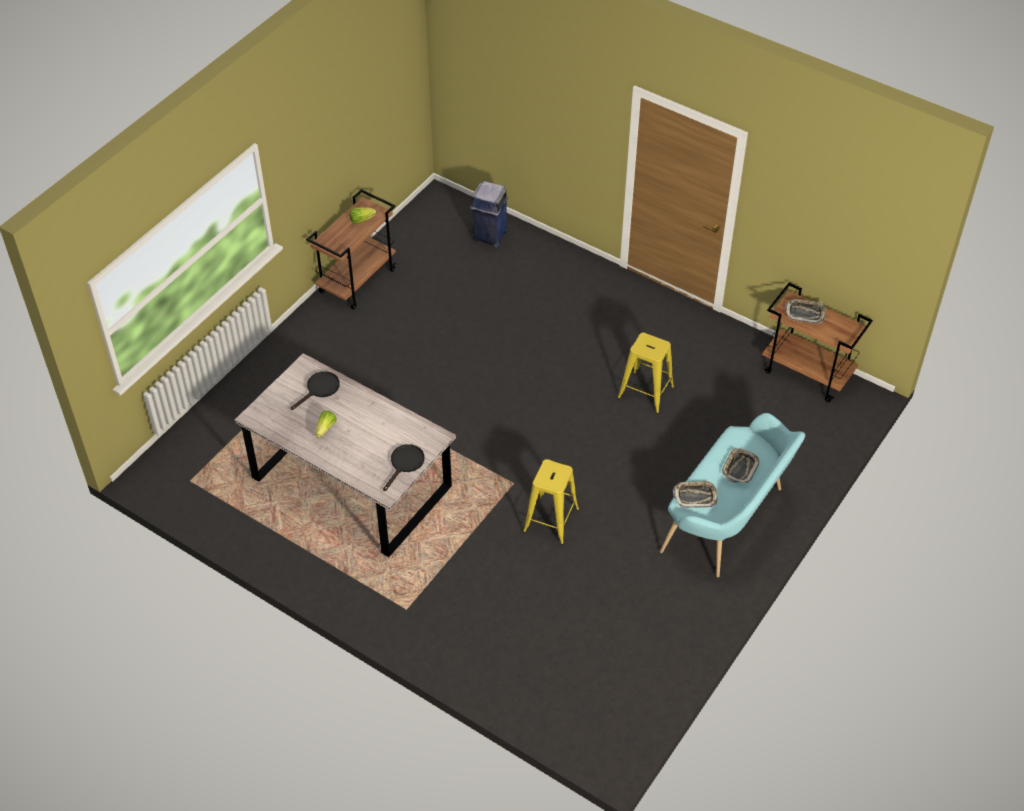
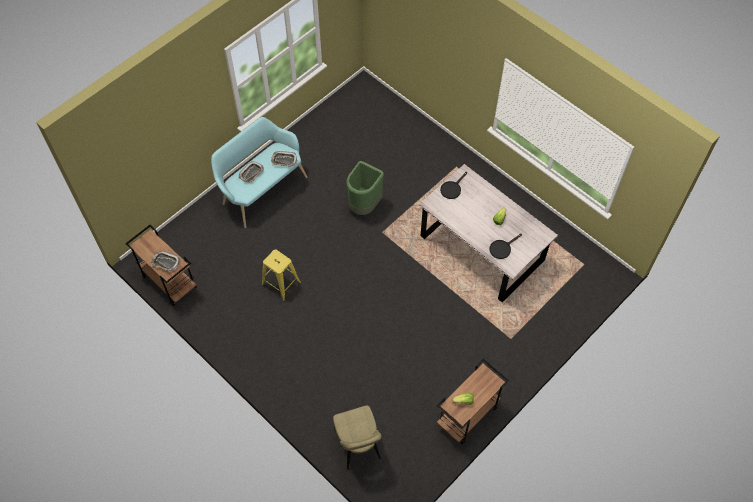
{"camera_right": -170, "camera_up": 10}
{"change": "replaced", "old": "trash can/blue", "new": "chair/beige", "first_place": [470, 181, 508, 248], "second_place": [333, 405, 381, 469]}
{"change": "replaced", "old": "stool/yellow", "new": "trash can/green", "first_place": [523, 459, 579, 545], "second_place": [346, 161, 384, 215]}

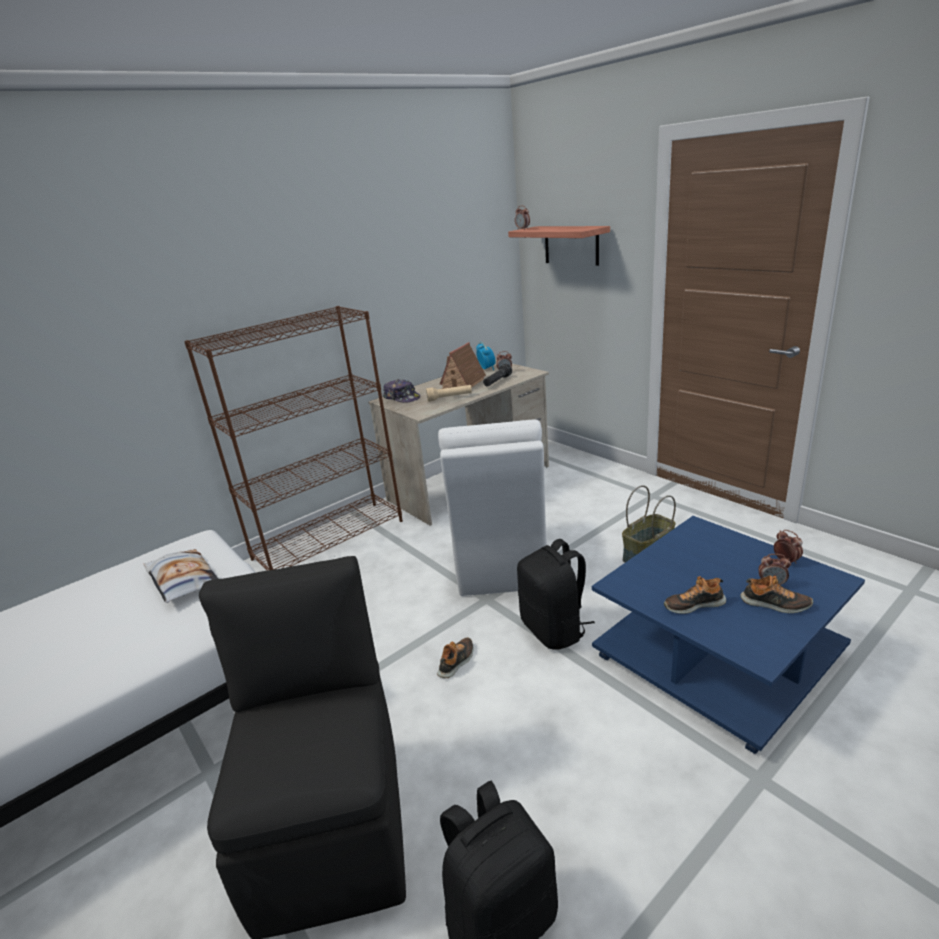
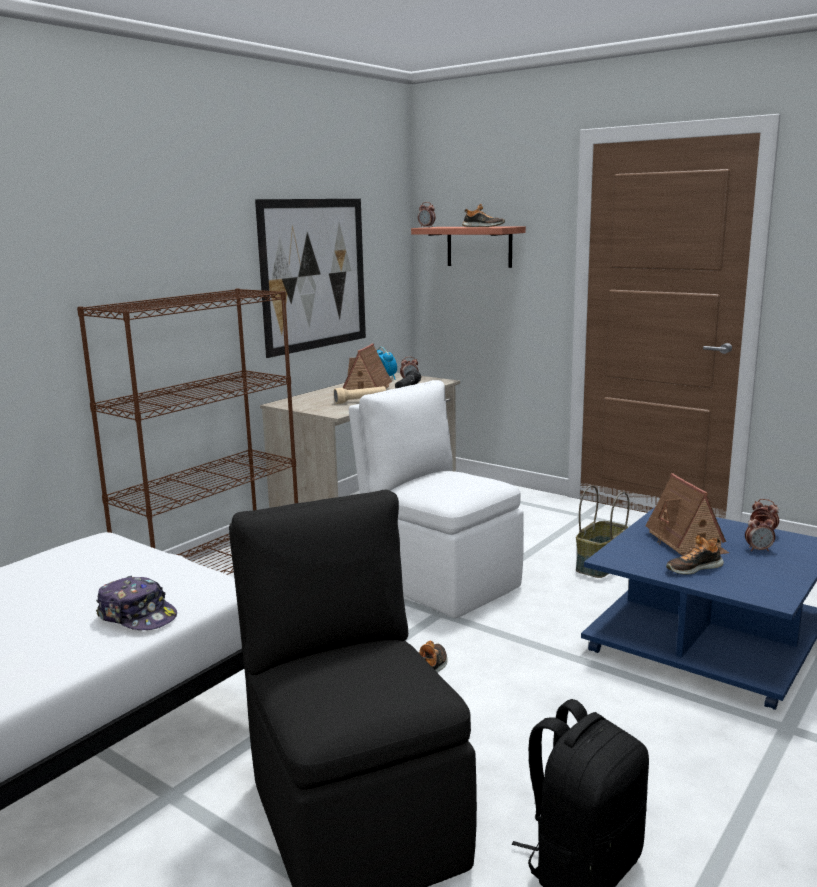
{"camera_right": -15, "camera_up": -10}
{"change": "moved", "old": "cap", "first_place": [383, 379, 420, 403], "second_place": [96, 576, 177, 630]}
{"change": "turned", "old": "chair/white", "first_place": [438, 419, 547, 596], "second_place": [349, 380, 524, 619], "degrees": 150}
{"change": "removed", "old": "backpack/black", "first_place": [517, 539, 595, 650]}
{"change": "removed", "old": "pillow", "first_place": [143, 549, 218, 603]}
{"change": "moved", "old": "shoe", "first_place": [740, 575, 813, 613], "second_place": [462, 204, 505, 227]}
{"change": "added", "new": "picture", "second_place": [255, 199, 366, 358]}
{"change": "added", "new": "toy house", "second_place": [645, 473, 729, 556]}

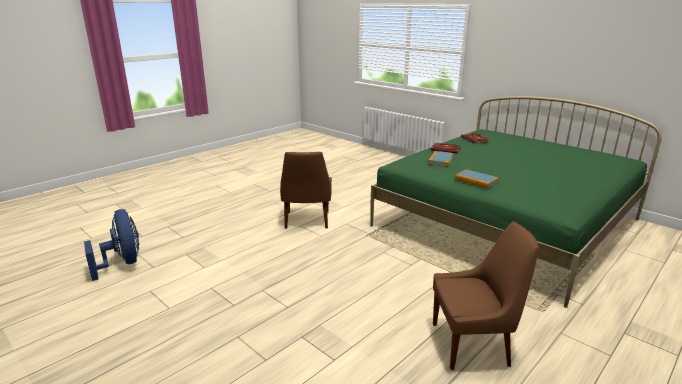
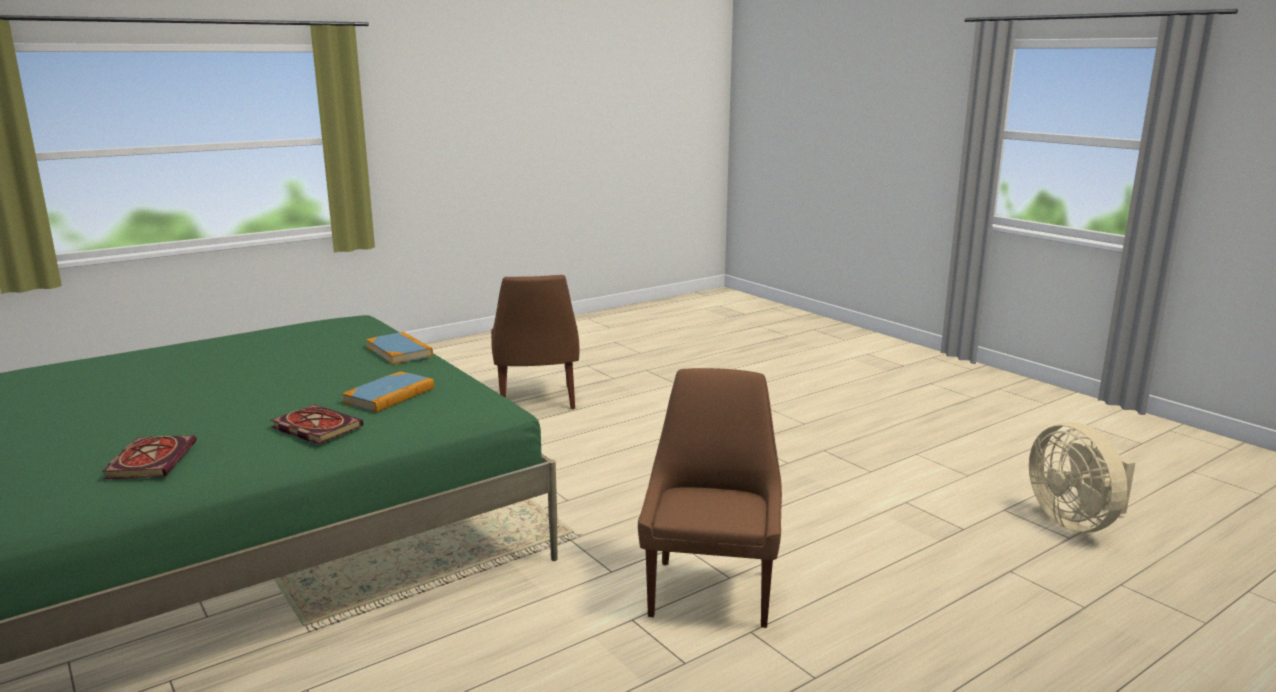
{"camera_right": -170, "camera_up": -5}
{"change": "recoloured", "old": "fan/blue", "new": "fan/beige", "first_place": [84, 209, 139, 281], "second_place": [1029, 422, 1135, 533]}
{"change": "turned", "old": "chair/brown", "first_place": [433, 222, 539, 370], "second_place": [491, 275, 579, 409], "degrees": -105}

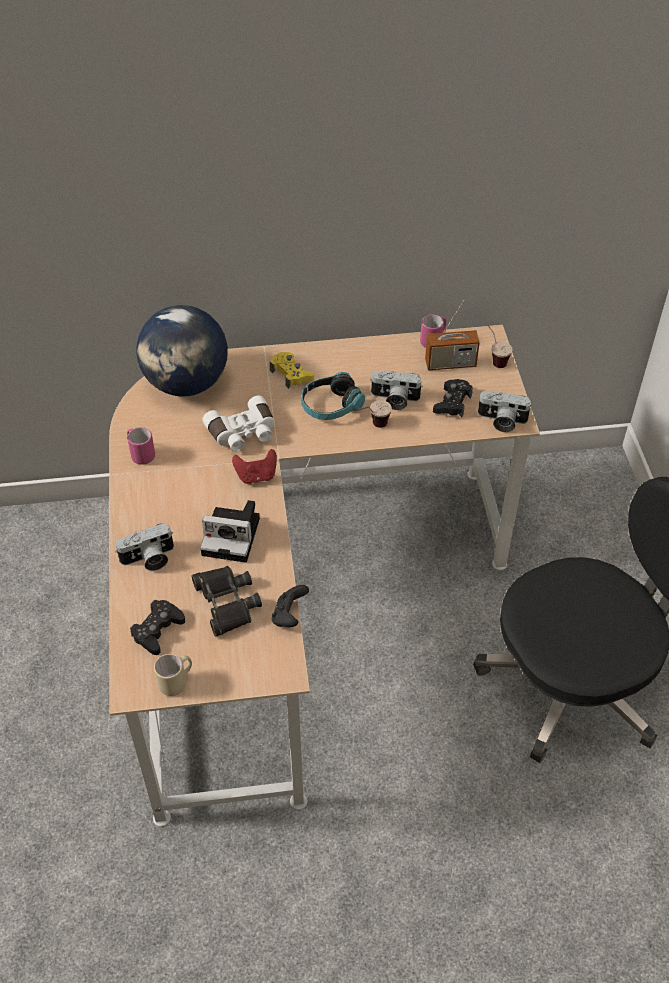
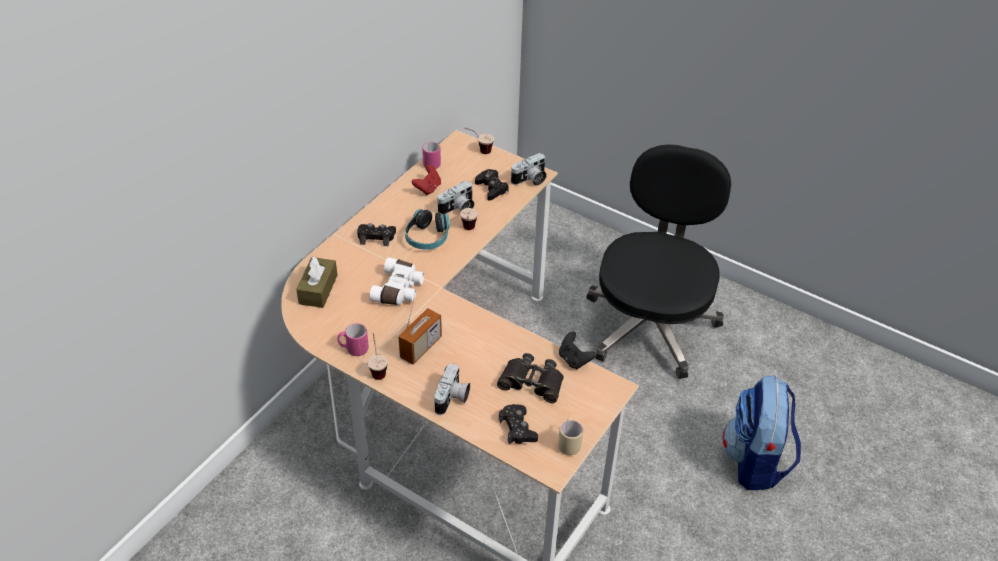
{"camera_right": -50, "camera_up": -5}
{"change": "moved", "old": "radio", "first_place": [425, 300, 480, 370], "second_place": [398, 290, 442, 365]}
{"change": "replaced", "old": "globe", "new": "tissue box/brown", "first_place": [136, 305, 228, 396], "second_place": [296, 256, 337, 308]}
{"change": "recoloured", "old": "game controller/yellow", "new": "game controller/black", "first_place": [270, 352, 314, 389], "second_place": [357, 223, 396, 246]}
{"change": "moved", "old": "game controller/red", "first_place": [232, 449, 277, 484], "second_place": [412, 165, 441, 195]}
{"change": "removed", "old": "photo camera", "first_place": [200, 500, 260, 563]}
{"change": "added", "new": "cup", "second_place": [368, 333, 388, 380]}
{"change": "added", "new": "backpack", "second_place": [723, 376, 801, 490]}

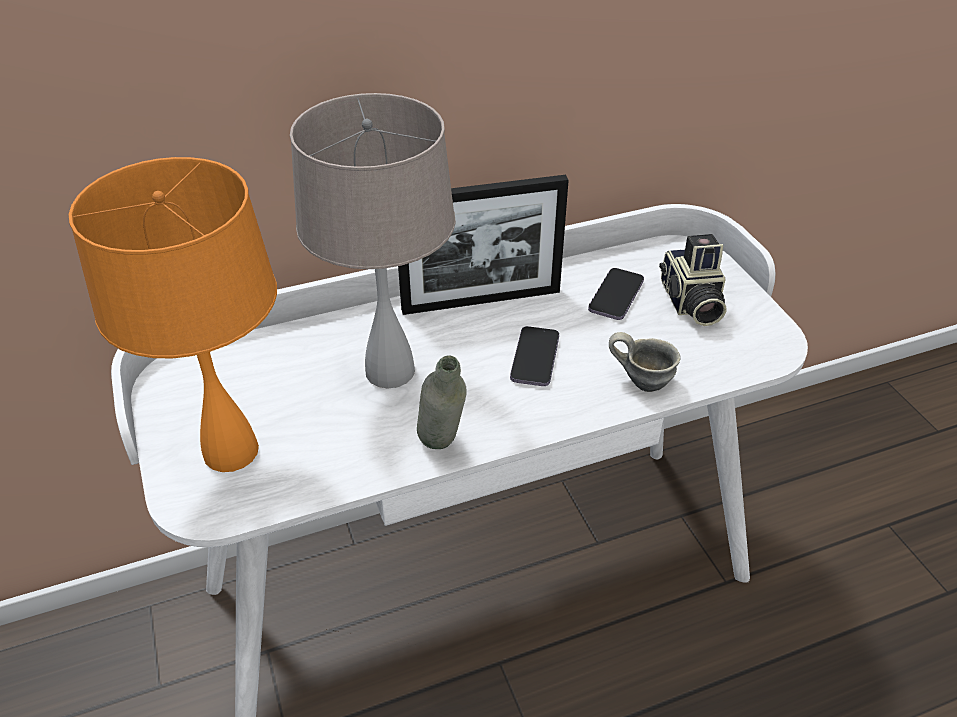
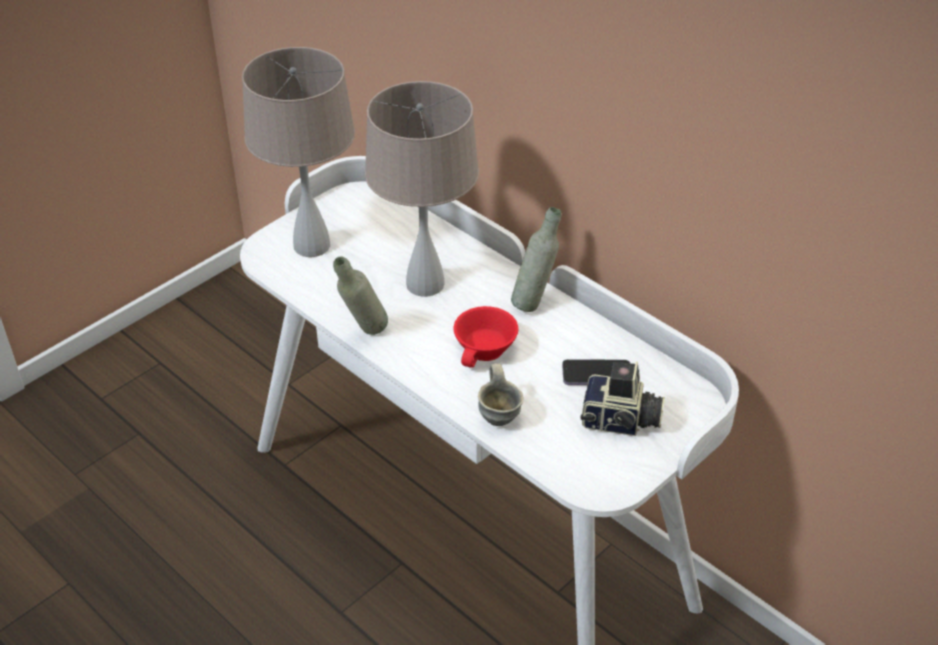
{"camera_right": 65, "camera_up": 0}
{"change": "recoloured", "old": "table lamp/orange", "new": "table lamp/beige", "first_place": [69, 157, 277, 472], "second_place": [242, 47, 355, 257]}
{"change": "replaced", "old": "picture frame", "new": "bottle/grey", "first_place": [398, 175, 569, 315], "second_place": [511, 207, 561, 312]}
{"change": "turned", "old": "photo camera", "first_place": [659, 234, 727, 326], "second_place": [581, 362, 665, 436], "degrees": -135}
{"change": "replaced", "old": "phone", "new": "cup/red", "first_place": [510, 326, 559, 386], "second_place": [453, 306, 518, 368]}

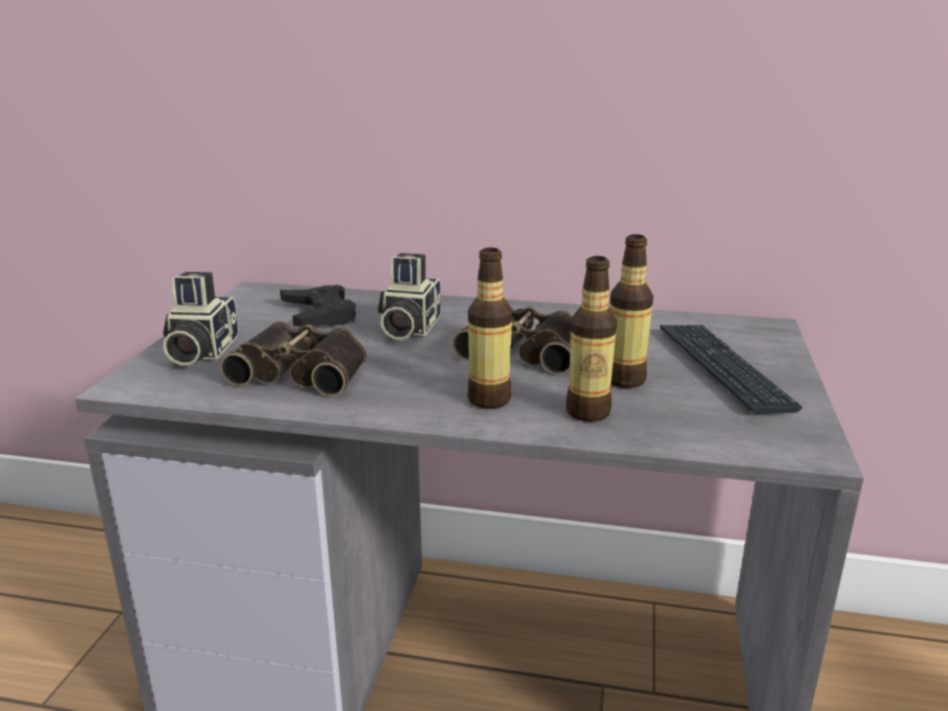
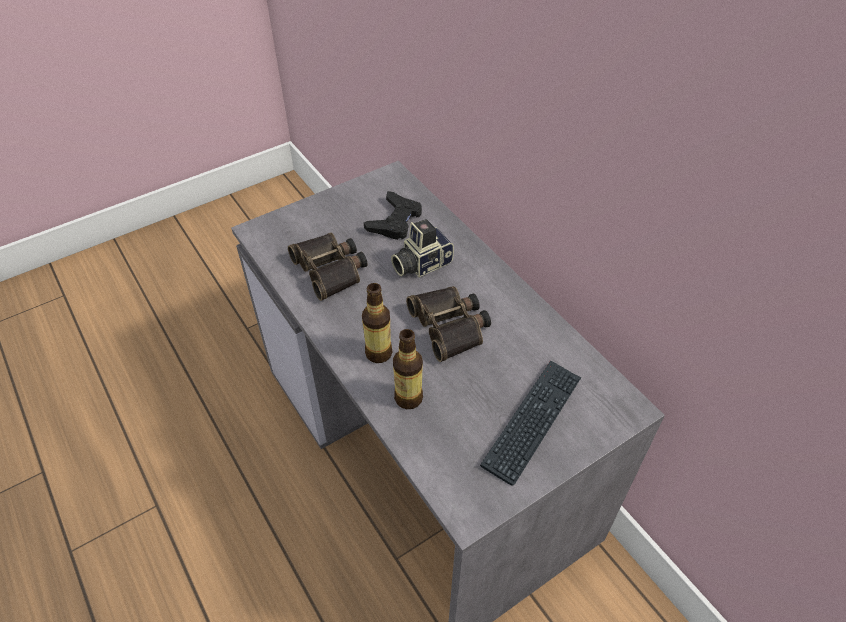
{"camera_right": 45, "camera_up": 25}
{"change": "removed", "old": "bottle", "first_place": [610, 234, 653, 388]}
{"change": "removed", "old": "photo camera", "first_place": [163, 272, 239, 366]}

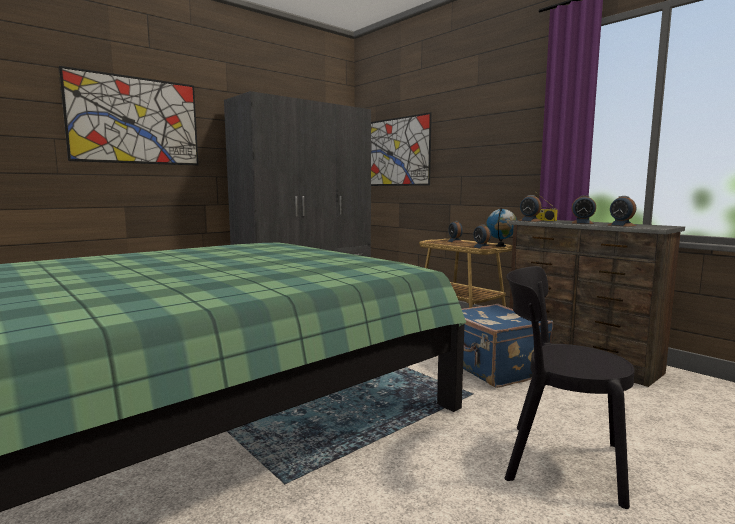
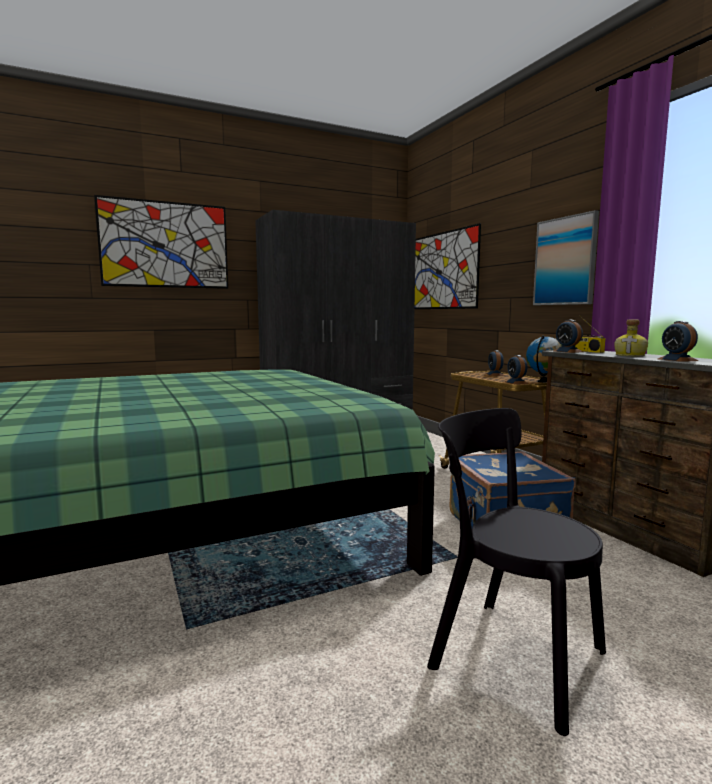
{"camera_right": 15, "camera_up": 0}
{"change": "replaced", "old": "alarm clock", "new": "bottle", "first_place": [572, 195, 596, 224], "second_place": [614, 320, 648, 356]}
{"change": "added", "new": "picture", "second_place": [533, 210, 599, 305]}

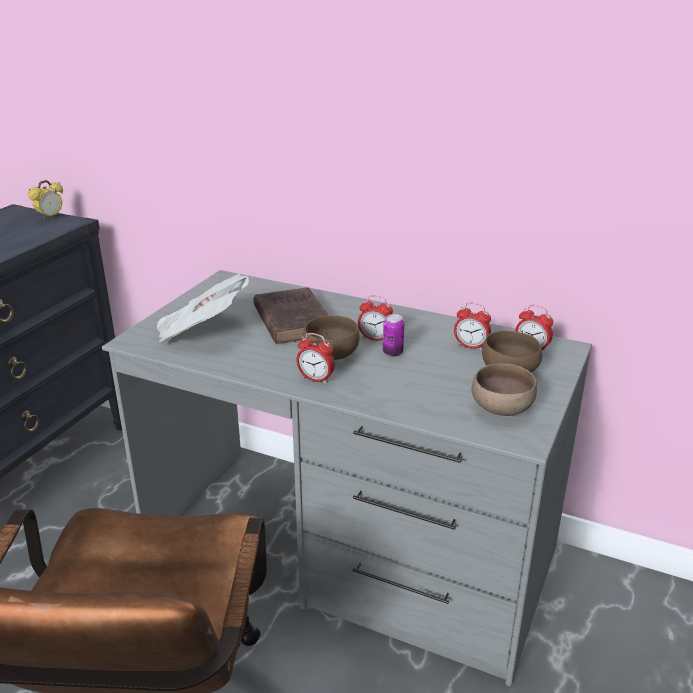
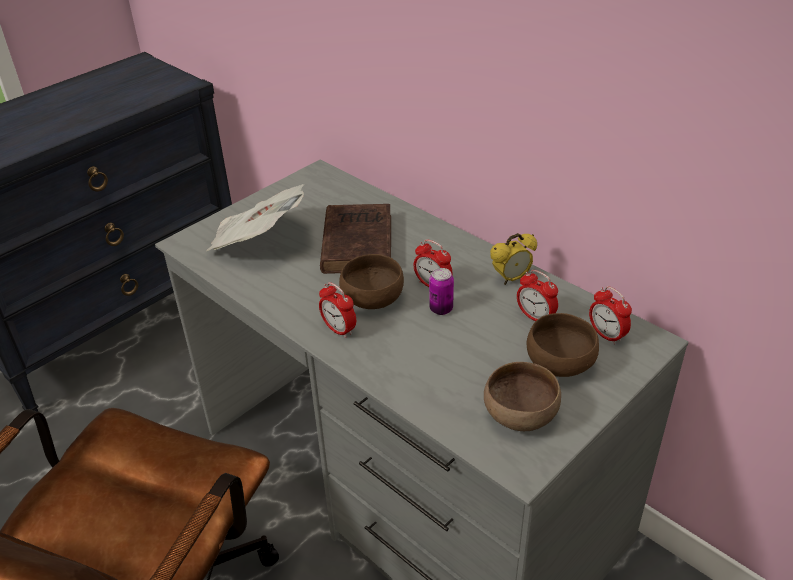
{"camera_right": 20, "camera_up": 10}
{"change": "moved", "old": "alarm clock", "first_place": [28, 180, 63, 220], "second_place": [490, 233, 537, 285]}

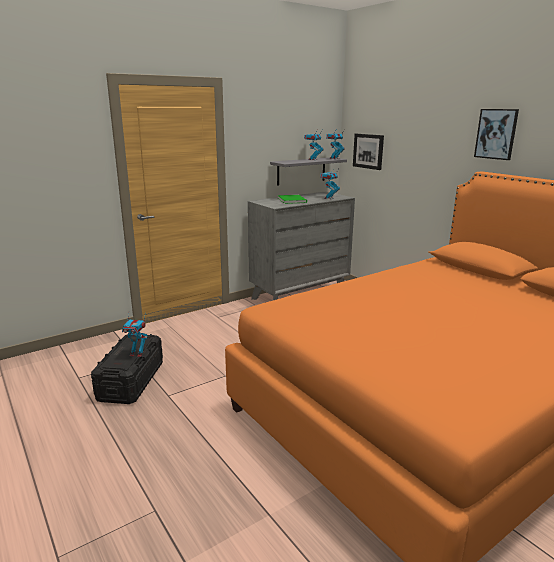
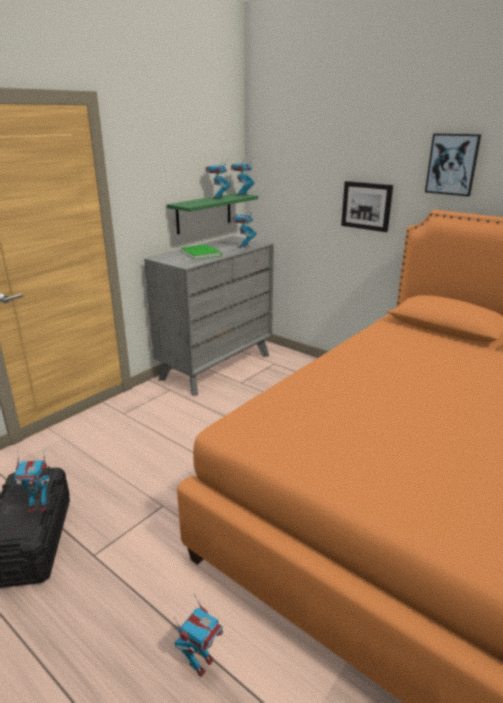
{"camera_right": -15, "camera_up": 5}
{"change": "moved", "old": "picture", "first_place": [353, 134, 384, 170], "second_place": [341, 181, 393, 232]}
{"change": "recoloured", "old": "shelf/grey", "new": "shelf/green", "first_place": [270, 157, 347, 186], "second_place": [167, 193, 258, 234]}
{"change": "added", "new": "toy robot", "second_place": [174, 593, 223, 677]}

